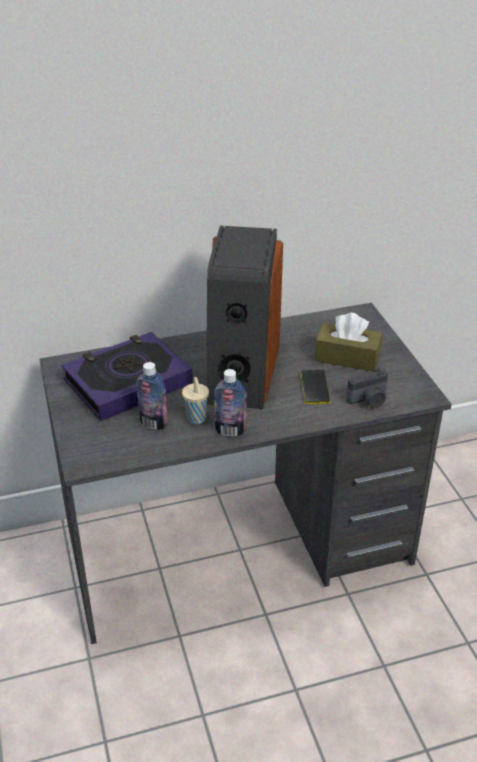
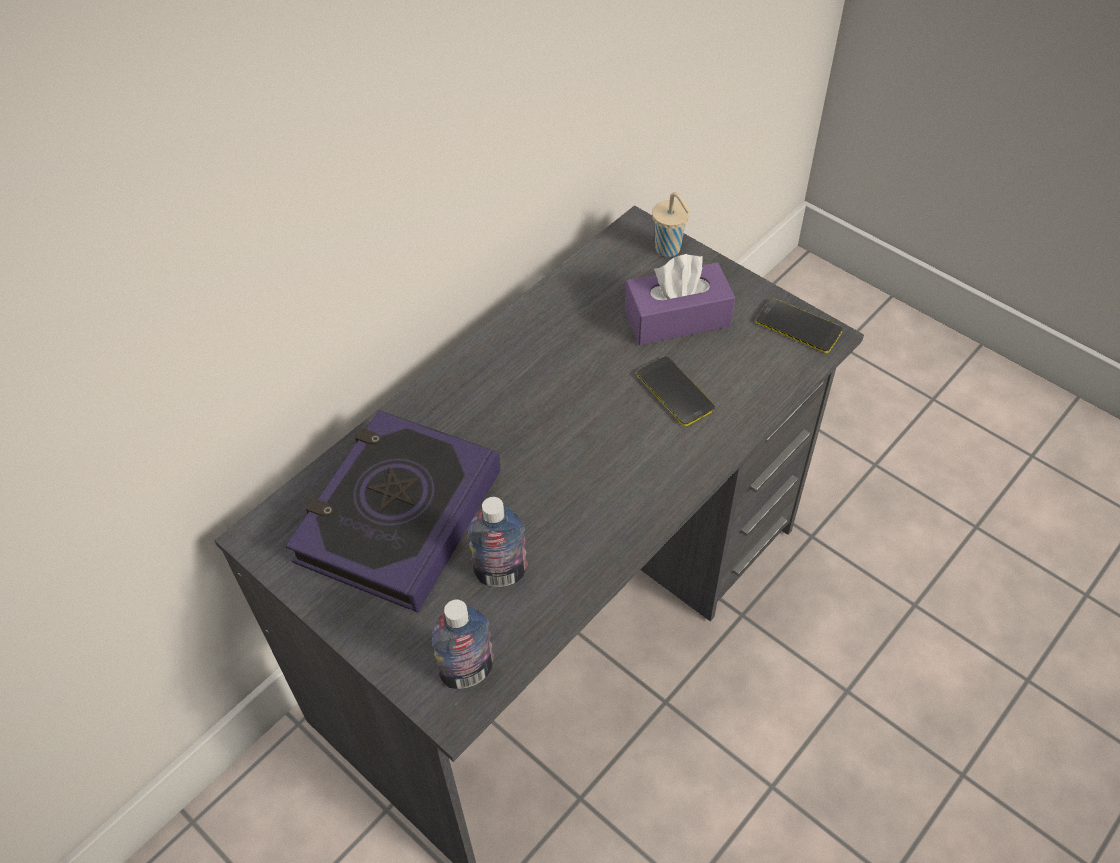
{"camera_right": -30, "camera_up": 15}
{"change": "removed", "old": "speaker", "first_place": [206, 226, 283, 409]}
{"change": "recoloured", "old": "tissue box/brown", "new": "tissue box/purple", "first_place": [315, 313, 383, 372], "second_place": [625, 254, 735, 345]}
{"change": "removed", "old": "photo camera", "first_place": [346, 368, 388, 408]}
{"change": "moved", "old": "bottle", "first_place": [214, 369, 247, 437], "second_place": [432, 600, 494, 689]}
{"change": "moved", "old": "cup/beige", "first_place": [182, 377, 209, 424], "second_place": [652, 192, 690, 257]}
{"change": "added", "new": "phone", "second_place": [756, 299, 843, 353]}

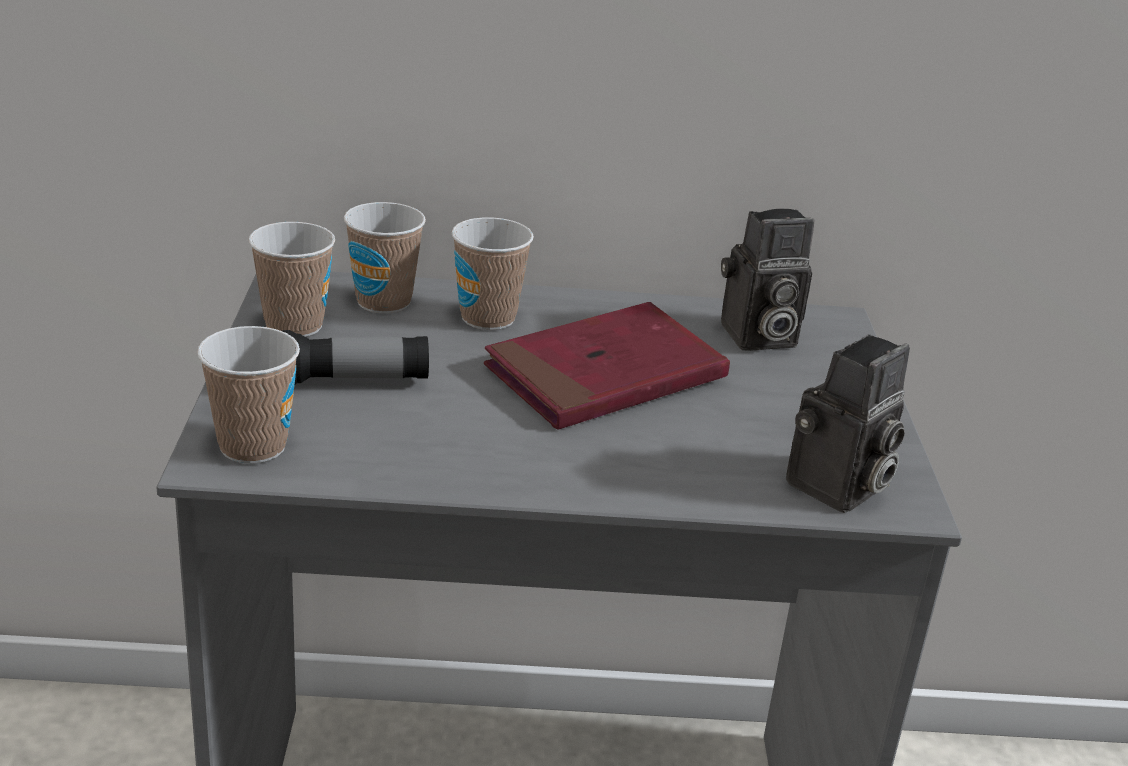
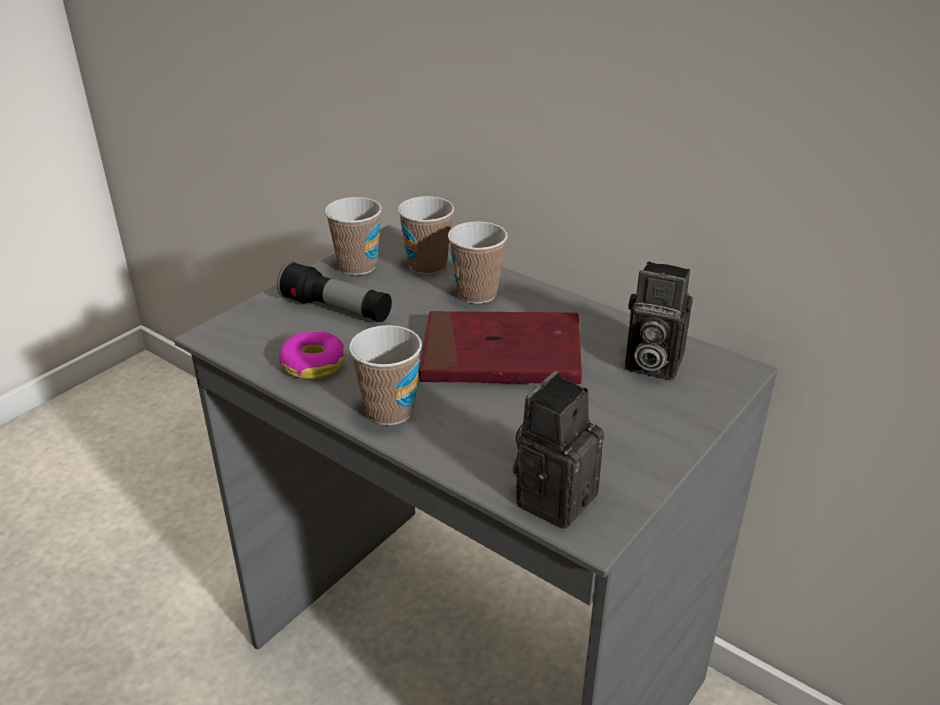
{"camera_right": 40, "camera_up": 5}
{"change": "moved", "old": "cup", "first_place": [197, 326, 300, 464], "second_place": [349, 325, 422, 425]}
{"change": "turned", "old": "photo camera", "first_place": [786, 334, 910, 513], "second_place": [513, 371, 604, 529], "degrees": 135}
{"change": "added", "new": "donut", "second_place": [279, 332, 345, 379]}

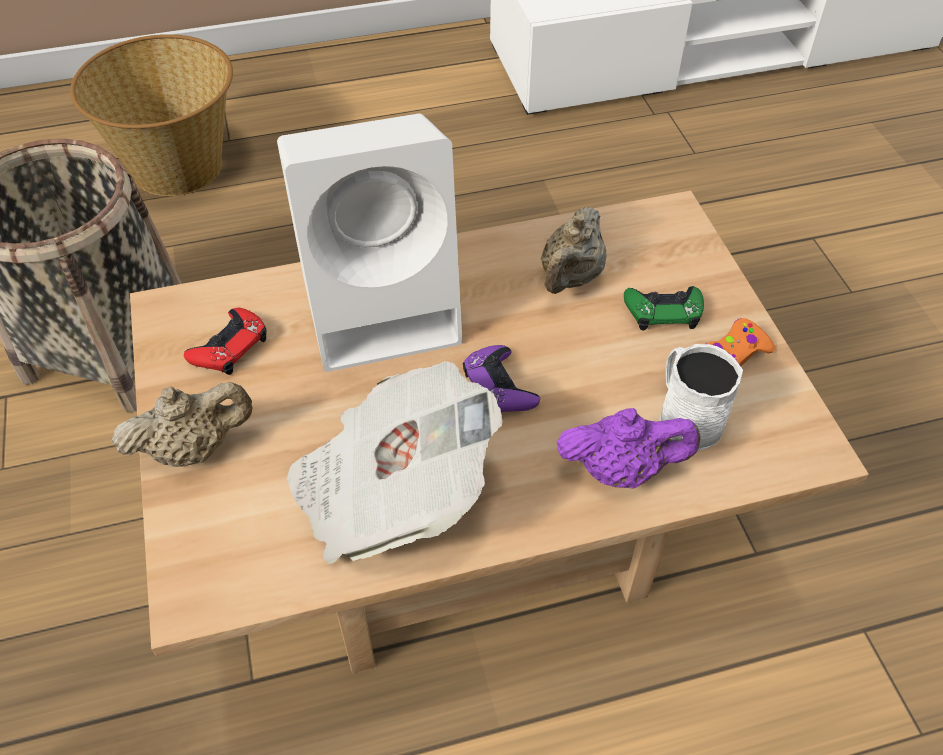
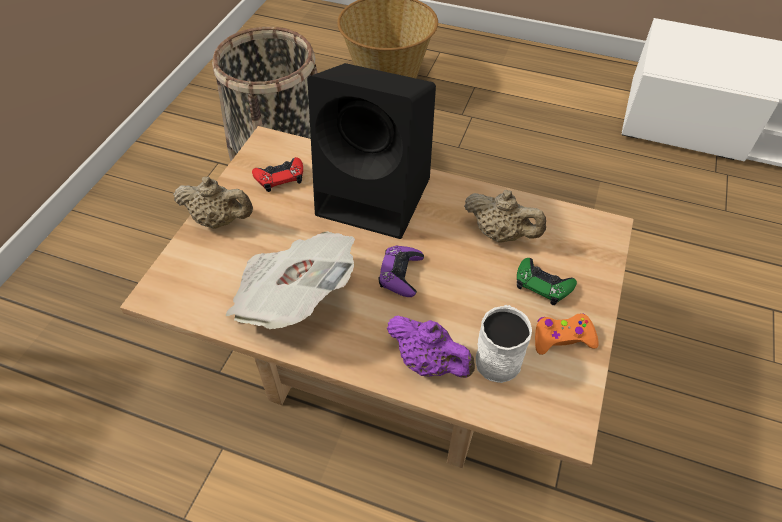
{"camera_right": 35, "camera_up": 0}
{"change": "recoloured", "old": "speaker/white", "new": "speaker/black", "first_place": [277, 113, 462, 372], "second_place": [308, 63, 436, 239]}
{"change": "turned", "old": "teapot/beige", "first_place": [541, 206, 607, 294], "second_place": [464, 190, 546, 243], "degrees": -120}

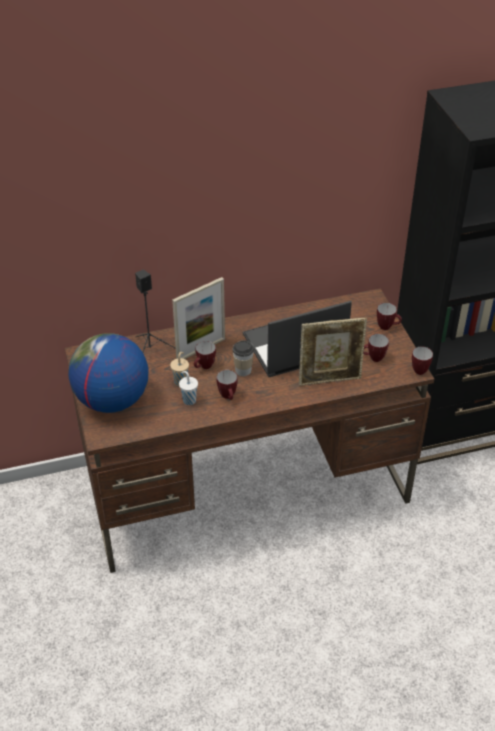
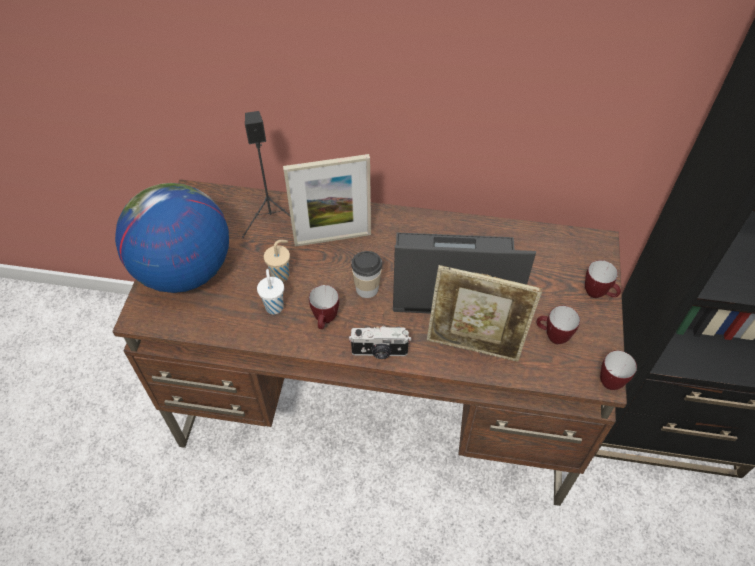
{"camera_right": 25, "camera_up": 10}
{"change": "removed", "old": "mug", "first_place": [194, 341, 216, 369]}
{"change": "added", "new": "photo camera", "second_place": [349, 326, 411, 359]}

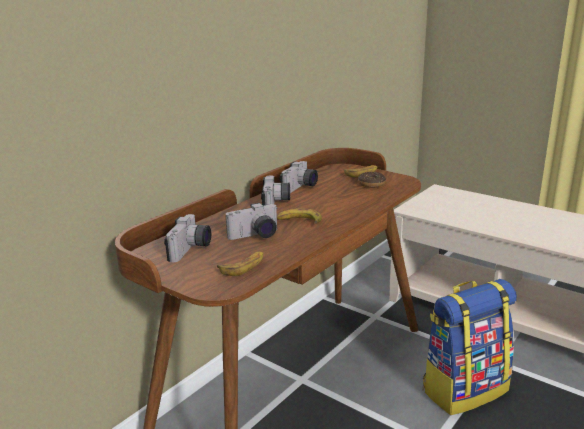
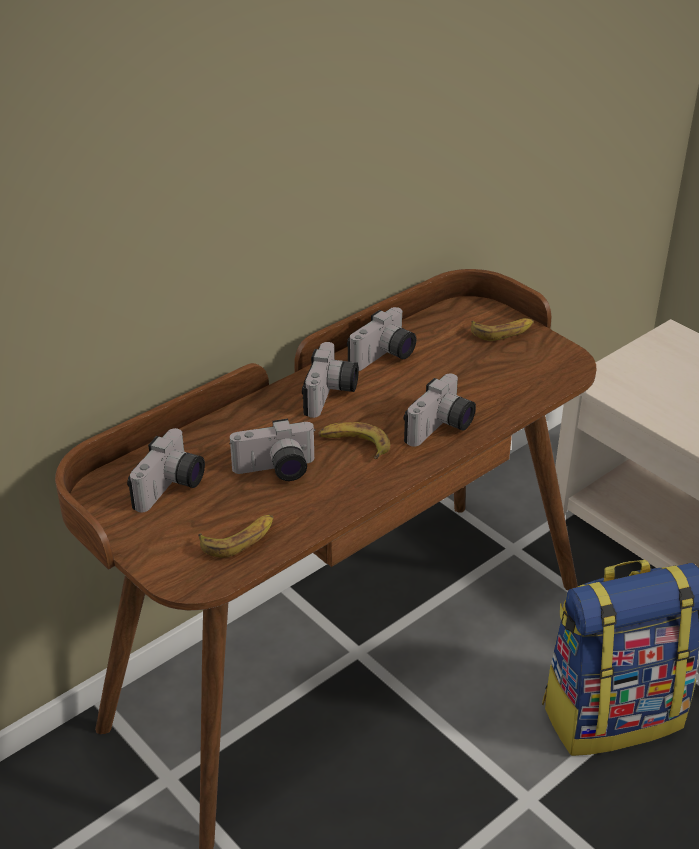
{"camera_right": 10, "camera_up": 15}
{"change": "removed", "old": "donut", "first_place": [358, 172, 386, 188]}
{"change": "added", "new": "photo camera", "second_place": [403, 374, 476, 447]}

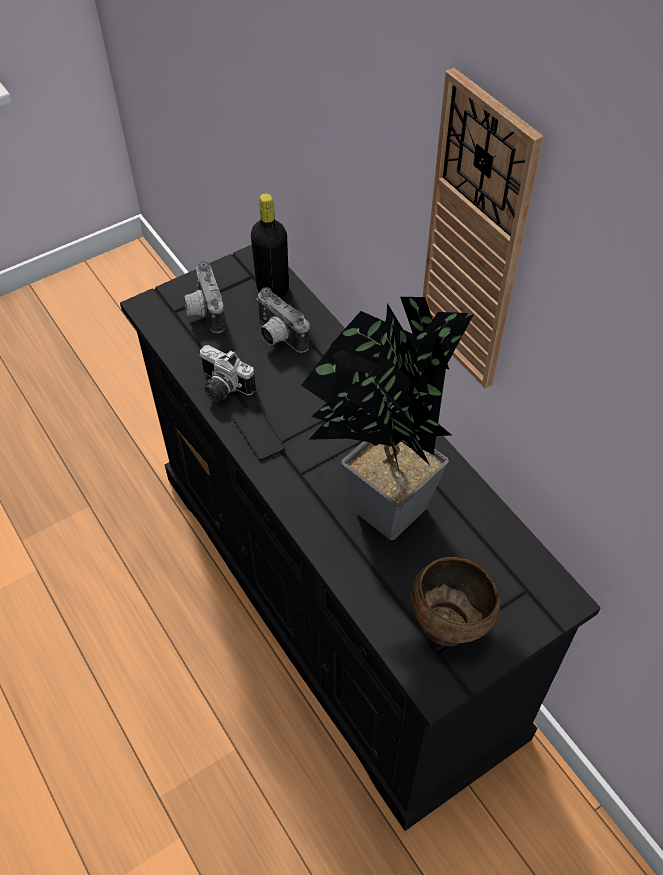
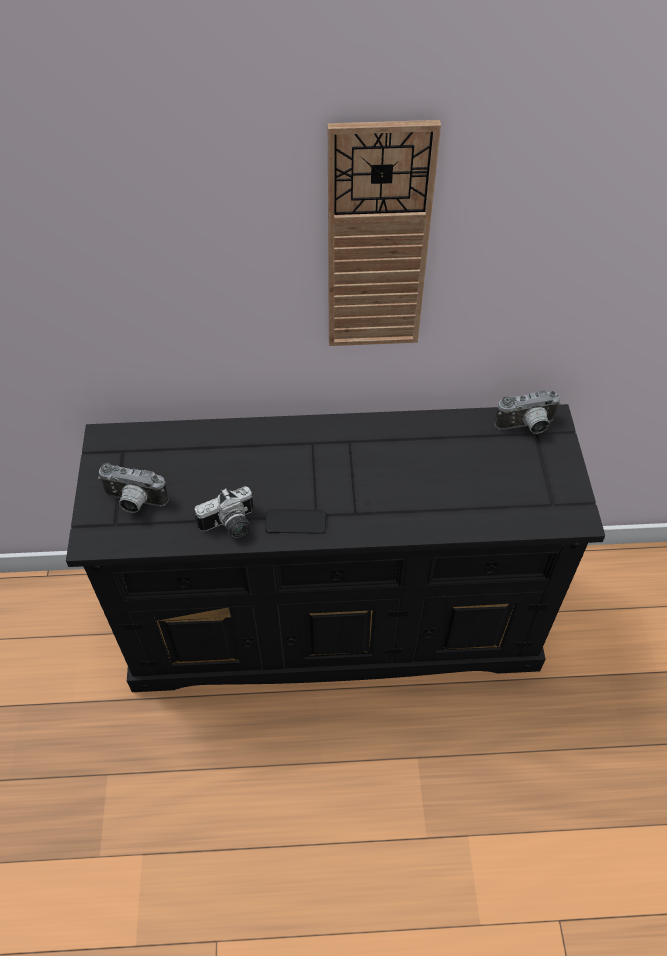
{"camera_right": -60, "camera_up": 0}
{"change": "removed", "old": "bottle/black", "first_place": [251, 193, 289, 299]}
{"change": "moved", "old": "photo camera", "first_place": [256, 287, 310, 353], "second_place": [494, 390, 561, 434]}
{"change": "removed", "old": "potted plant", "first_place": [301, 297, 474, 540]}
{"change": "removed", "old": "bowl/brown", "first_place": [411, 557, 500, 646]}

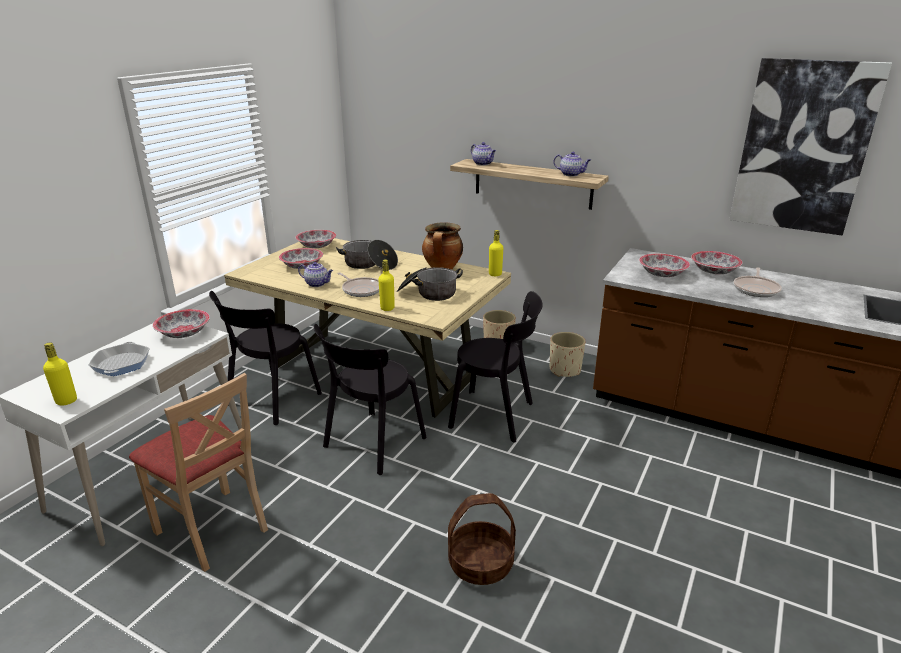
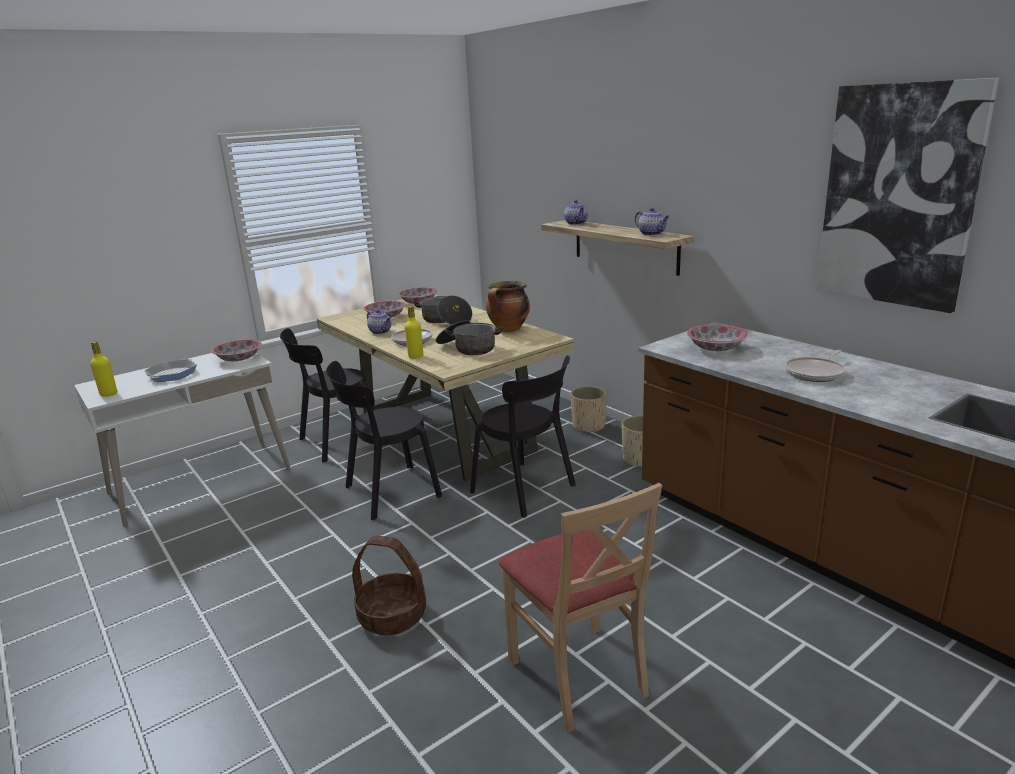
{"camera_right": 25, "camera_up": -5}
{"change": "removed", "old": "bottle/yellow", "first_place": [489, 230, 503, 276]}
{"change": "removed", "old": "bowl", "first_place": [691, 251, 743, 274]}
{"change": "moved", "old": "chair/beige", "first_place": [129, 373, 268, 572], "second_place": [499, 483, 662, 732]}

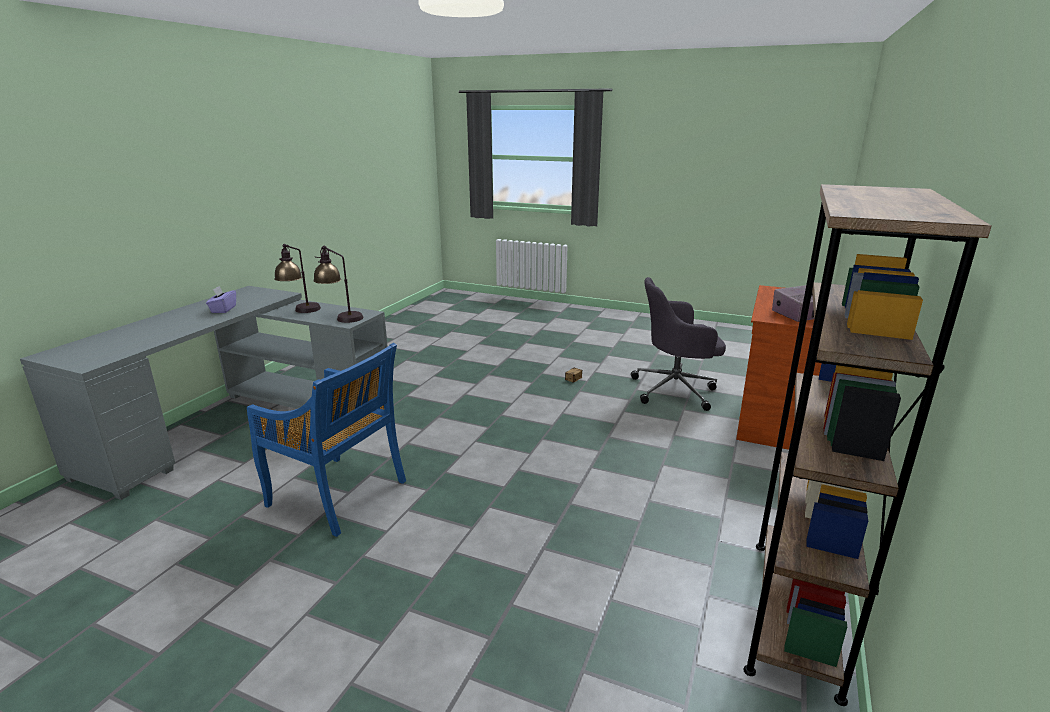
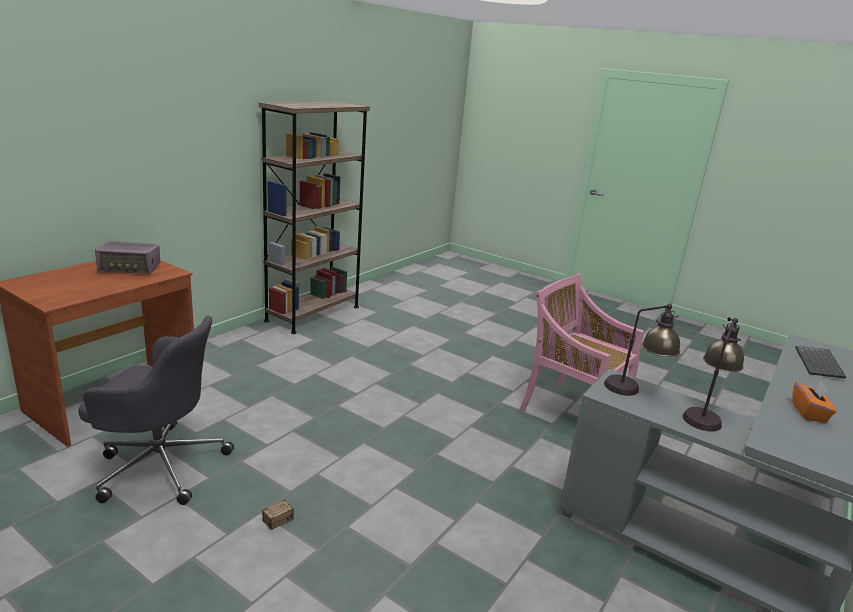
{"camera_right": -170, "camera_up": 0}
{"change": "recoloured", "old": "tissue box/purple", "new": "tissue box/orange", "first_place": [206, 286, 236, 313], "second_place": [792, 382, 837, 423]}
{"change": "recoloured", "old": "chair/blue", "new": "chair/pink", "first_place": [247, 343, 406, 537], "second_place": [519, 273, 644, 412]}
{"change": "added", "new": "keyboard", "second_place": [795, 346, 846, 379]}

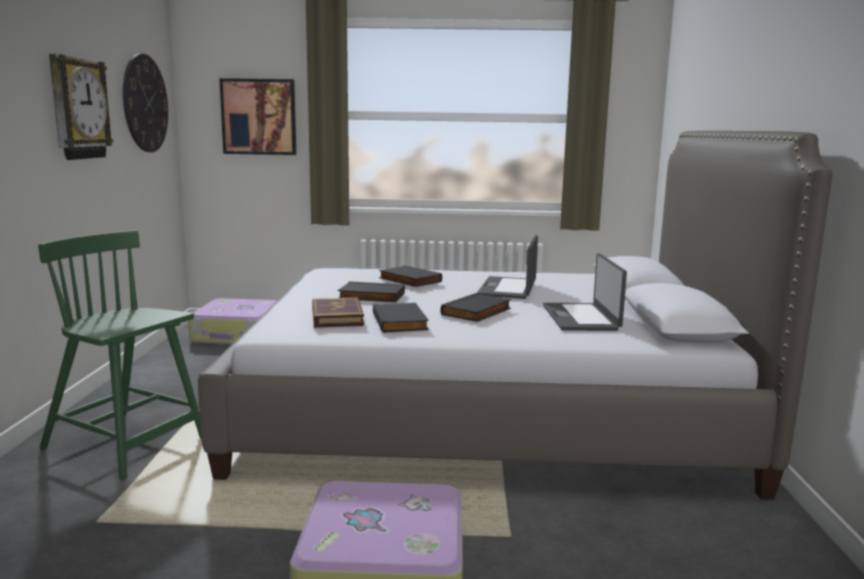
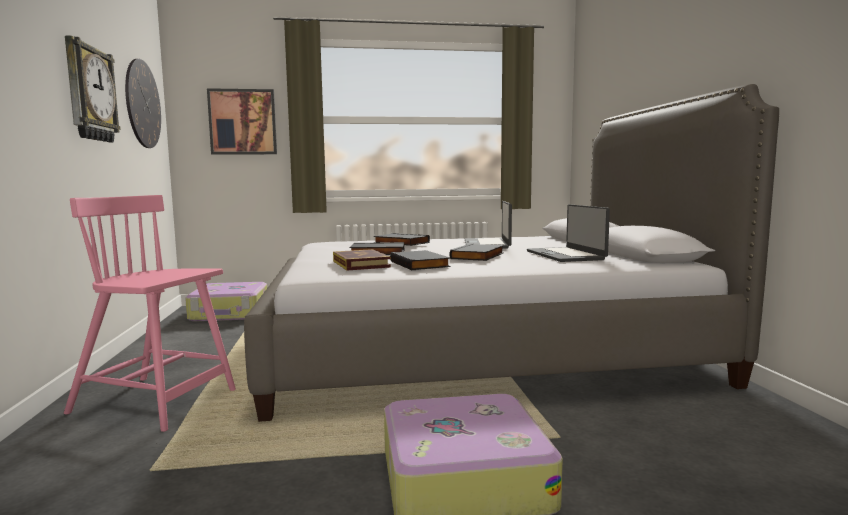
{"camera_right": -10, "camera_up": -5}
{"change": "recoloured", "old": "chair/green", "new": "chair/pink", "first_place": [38, 230, 201, 480], "second_place": [64, 195, 236, 432]}

